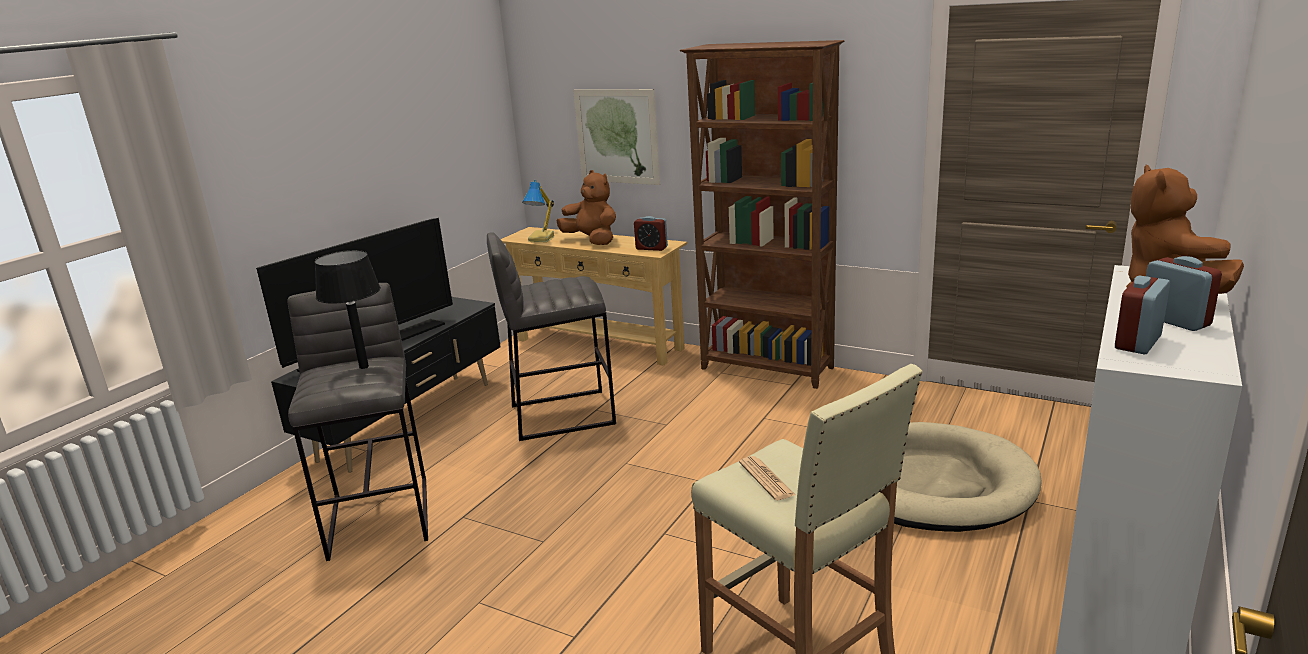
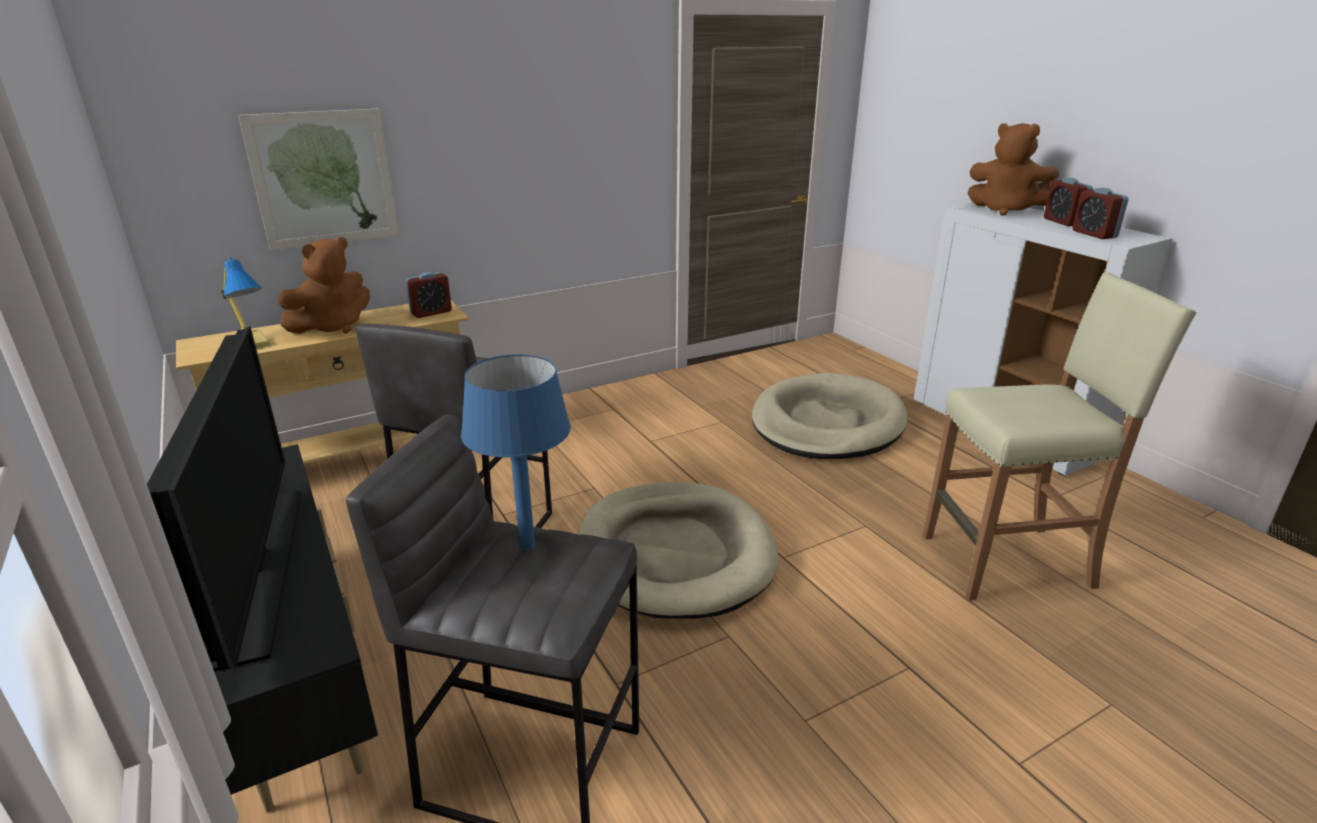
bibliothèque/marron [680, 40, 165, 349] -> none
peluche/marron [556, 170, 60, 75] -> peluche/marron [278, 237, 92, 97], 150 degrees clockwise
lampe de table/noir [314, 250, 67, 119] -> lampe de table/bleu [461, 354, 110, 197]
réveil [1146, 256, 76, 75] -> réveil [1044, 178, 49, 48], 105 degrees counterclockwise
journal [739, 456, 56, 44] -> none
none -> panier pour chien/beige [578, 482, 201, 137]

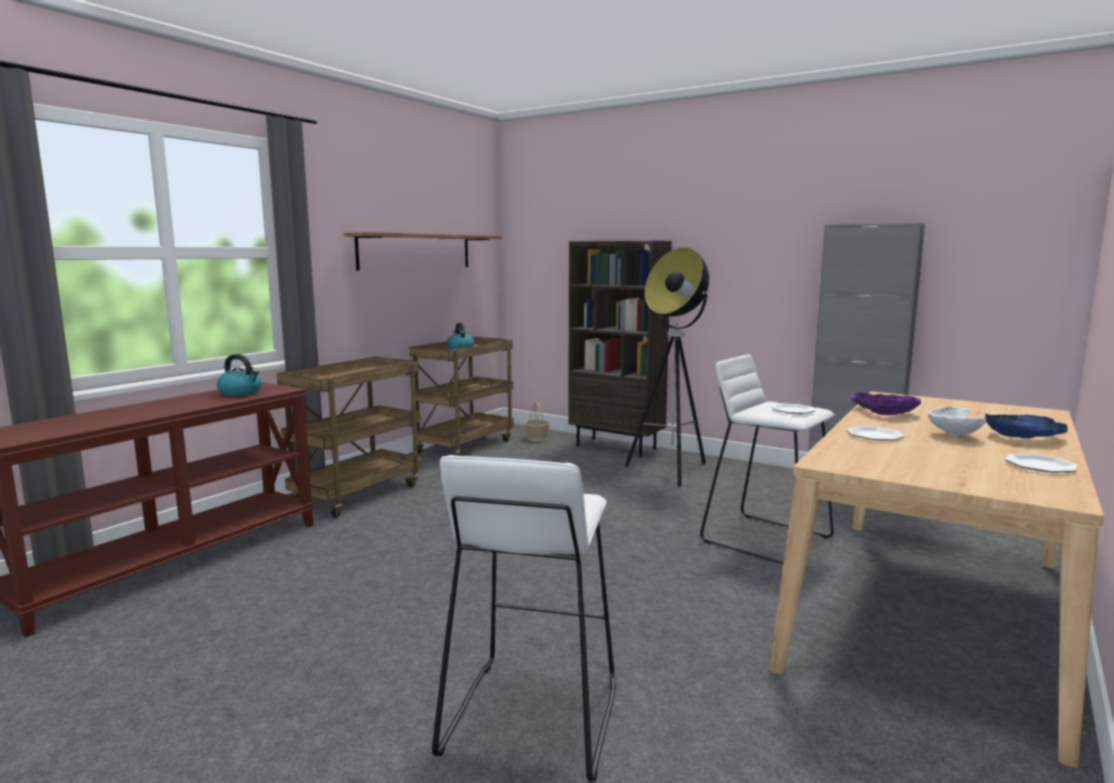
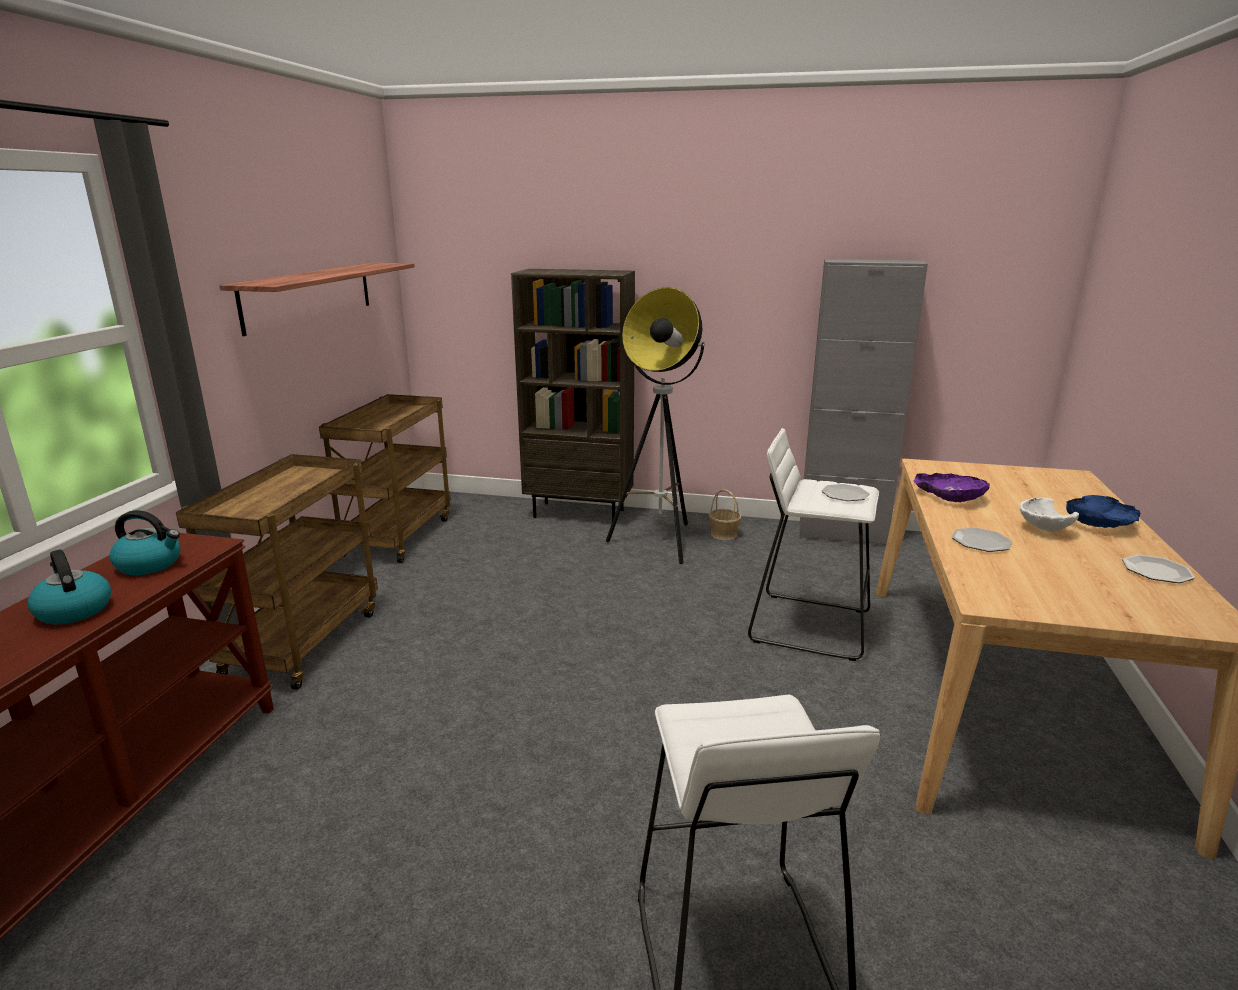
bouilloire [446, 323, 28, 27] -> bouilloire [28, 549, 83, 75], moved
panier [525, 402, 25, 39] -> panier [708, 489, 34, 51], moved

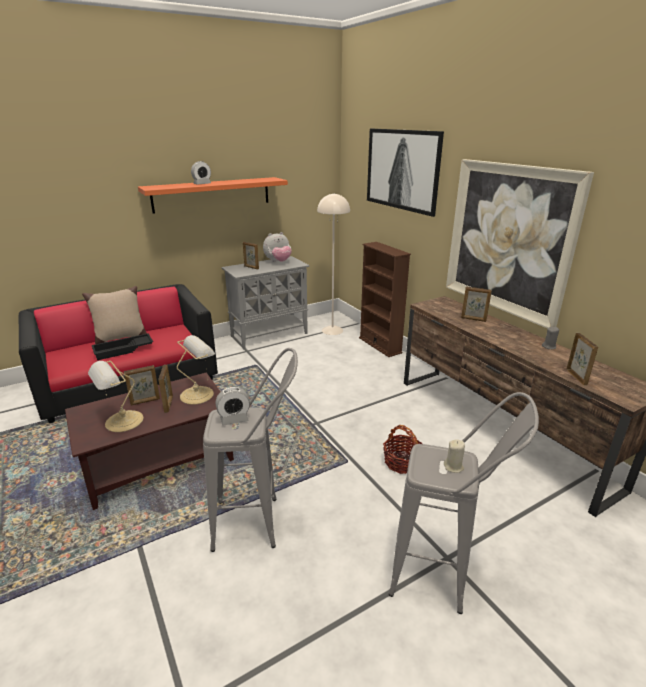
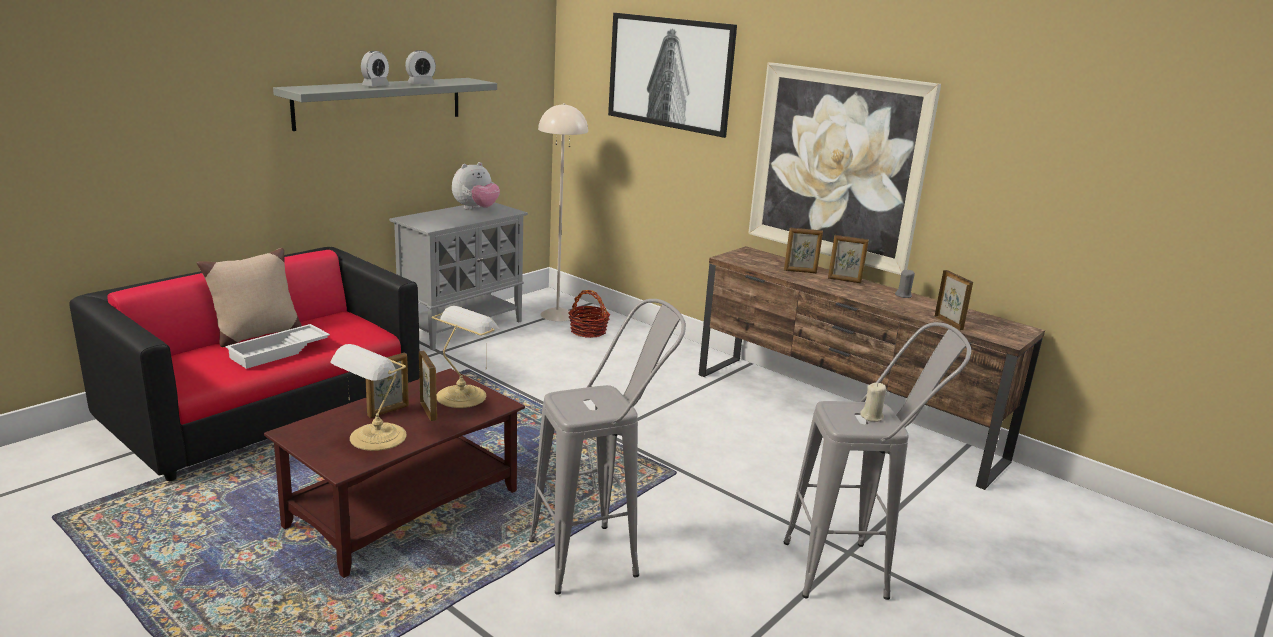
étagère/orange [138, 177, 150, 37] -> étagère/gris [273, 78, 224, 53]
cadre photo [243, 242, 16, 27] -> cadre photo [828, 235, 41, 48], moved
bibliothèque/marron [359, 242, 52, 115] -> none
plateau/noir [92, 334, 61, 26] -> plateau/blanc [225, 324, 105, 45]
réveil [216, 387, 34, 39] -> réveil [405, 50, 31, 34], moved
panier [383, 425, 40, 49] -> panier [568, 290, 42, 48], moved

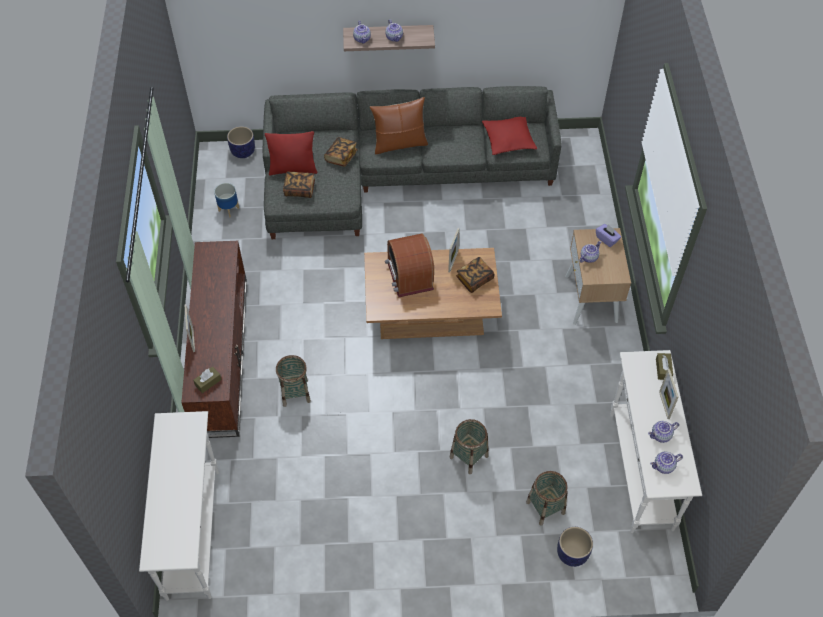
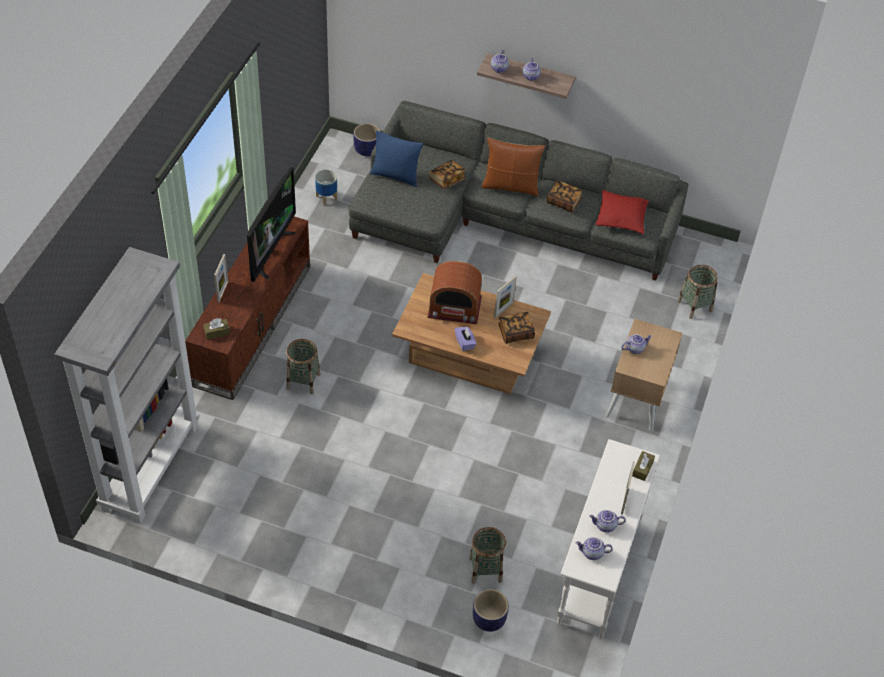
coussin/rouge [265, 131, 52, 44] -> coussin/bleu [370, 131, 53, 56]
livre [283, 171, 32, 27] -> livre [547, 180, 36, 33], moved
boîte à mouchoirs/violet [596, 224, 25, 23] -> boîte à mouchoirs/violet [455, 327, 22, 24], moved
radio [385, 233, 49, 64] -> radio [428, 261, 54, 63], 90 degrees counterclockwise
table console/blanc [139, 411, 80, 190] -> bibliothèque/gris [54, 247, 146, 277]
panier [449, 419, 40, 55] -> panier [677, 265, 41, 54], moved
none -> téléviseur [247, 167, 49, 115]

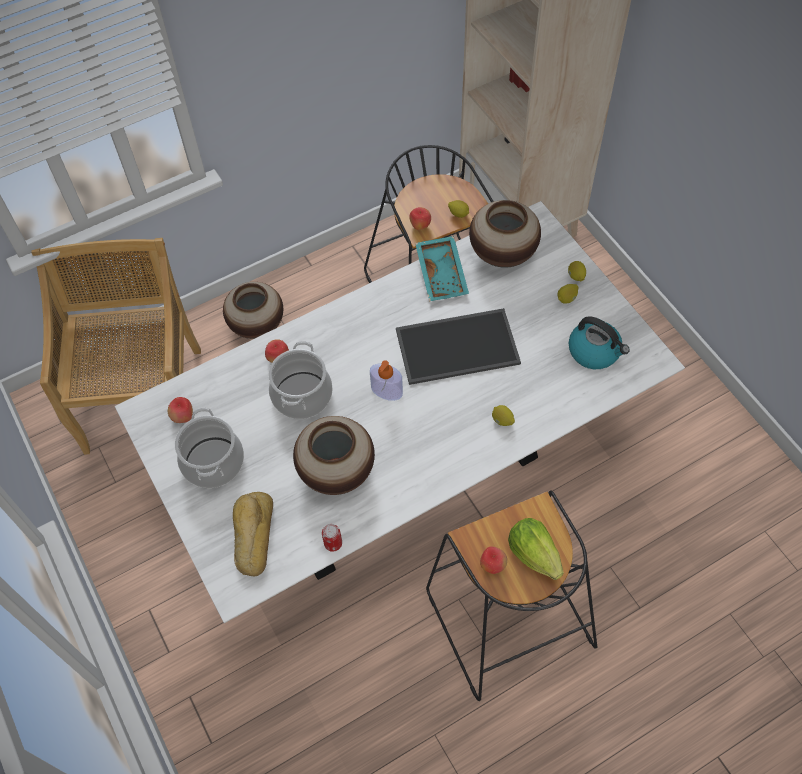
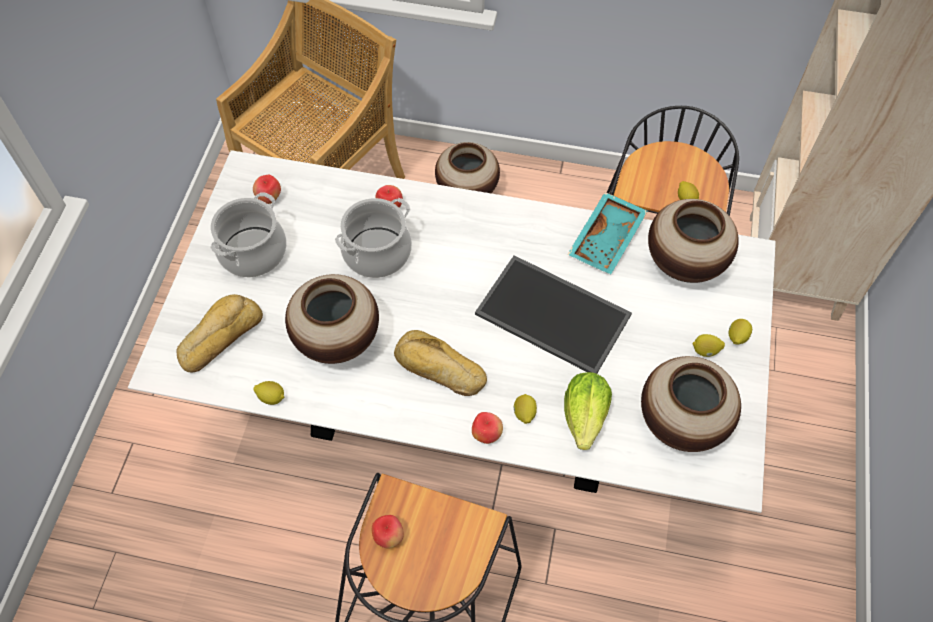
pomme [409, 207, 22, 23] -> pomme [472, 412, 31, 32], moved
bouilloire [569, 316, 61, 53] -> vase [641, 356, 100, 96]
distributeur de savon [370, 360, 33, 41] -> none
laitue [508, 518, 56, 62] -> laitue [564, 372, 48, 78], moved
boîte métallique [322, 524, 20, 28] -> citron [253, 381, 31, 24]
none -> pain [394, 330, 93, 66]

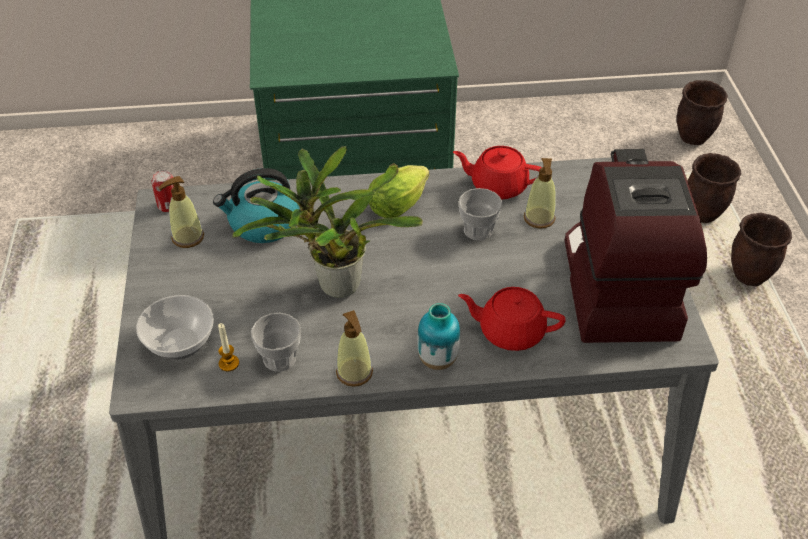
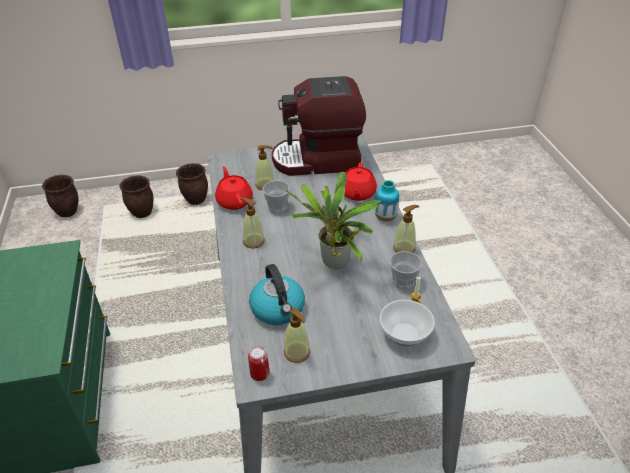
théière/rouge [453, 146, 89, 54] -> théière/rouge [215, 166, 38, 44], 150 degrees clockwise
laitue [369, 165, 60, 53] -> distributeur de savon [241, 198, 24, 50]

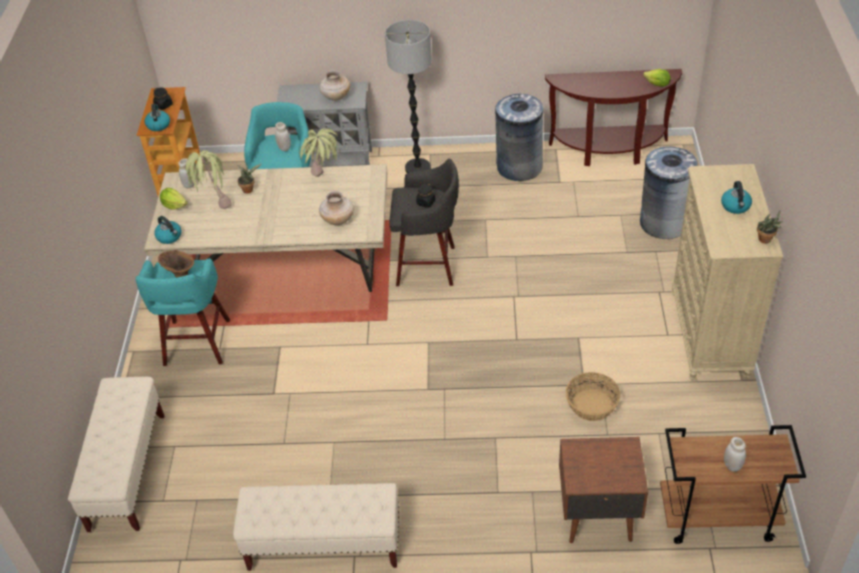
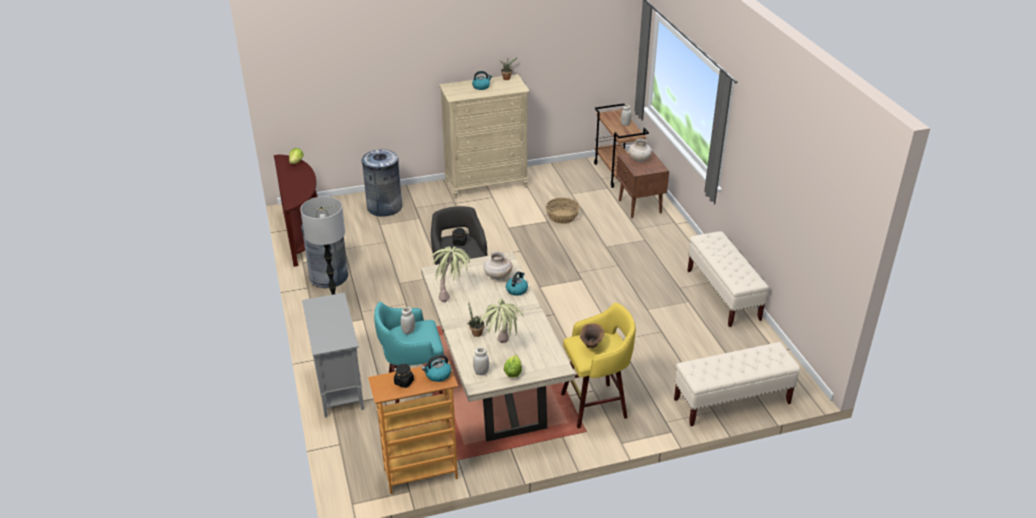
vase/beige [319, 70, 31, 31] -> vase/beige [628, 138, 24, 24], moved
bouilloire [154, 216, 27, 28] -> bouilloire [506, 271, 22, 25], moved
tabouret/turquoise [135, 258, 95, 108] -> tabouret/jaune [561, 303, 75, 125]

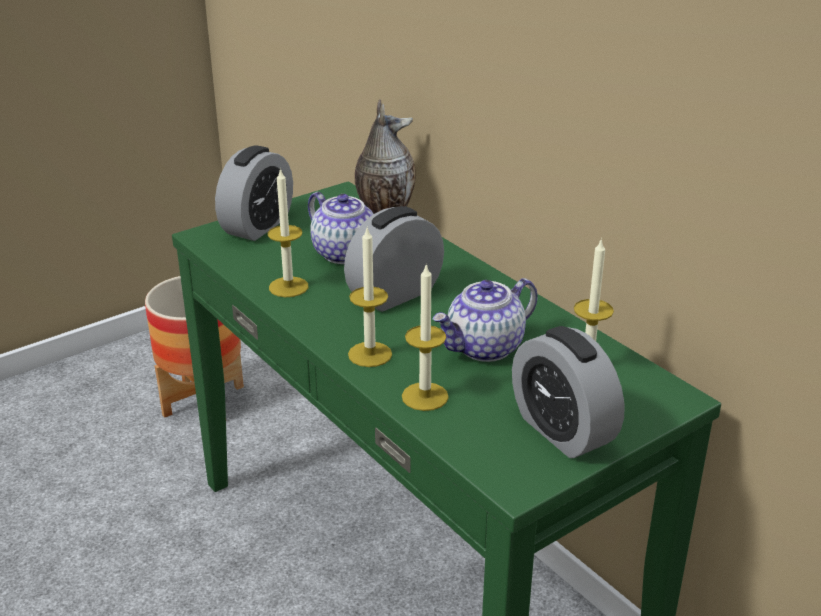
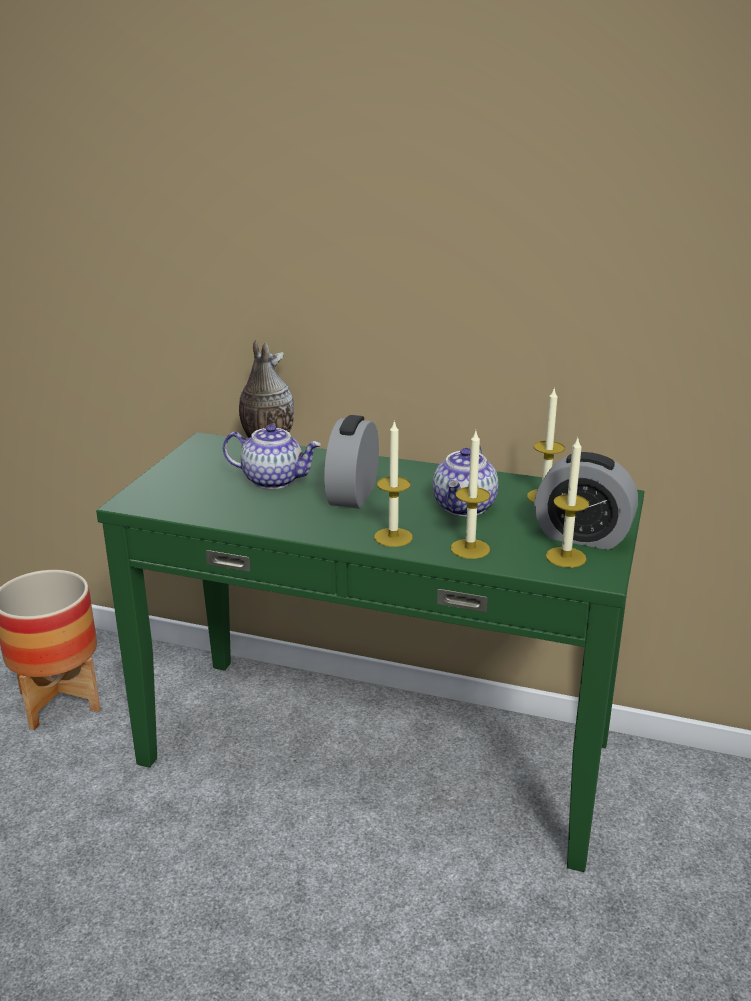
réveil [215, 145, 78, 96] -> none
bougie [268, 168, 40, 129] -> bougie [546, 438, 43, 130], moved

